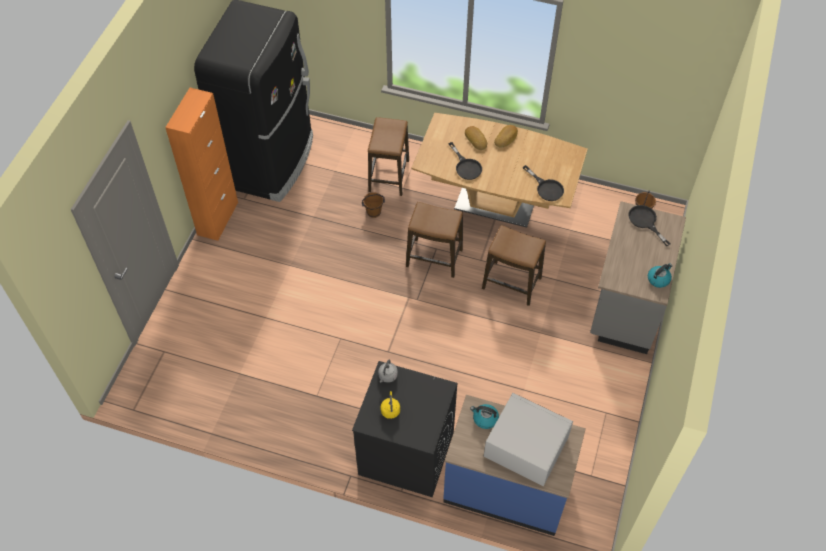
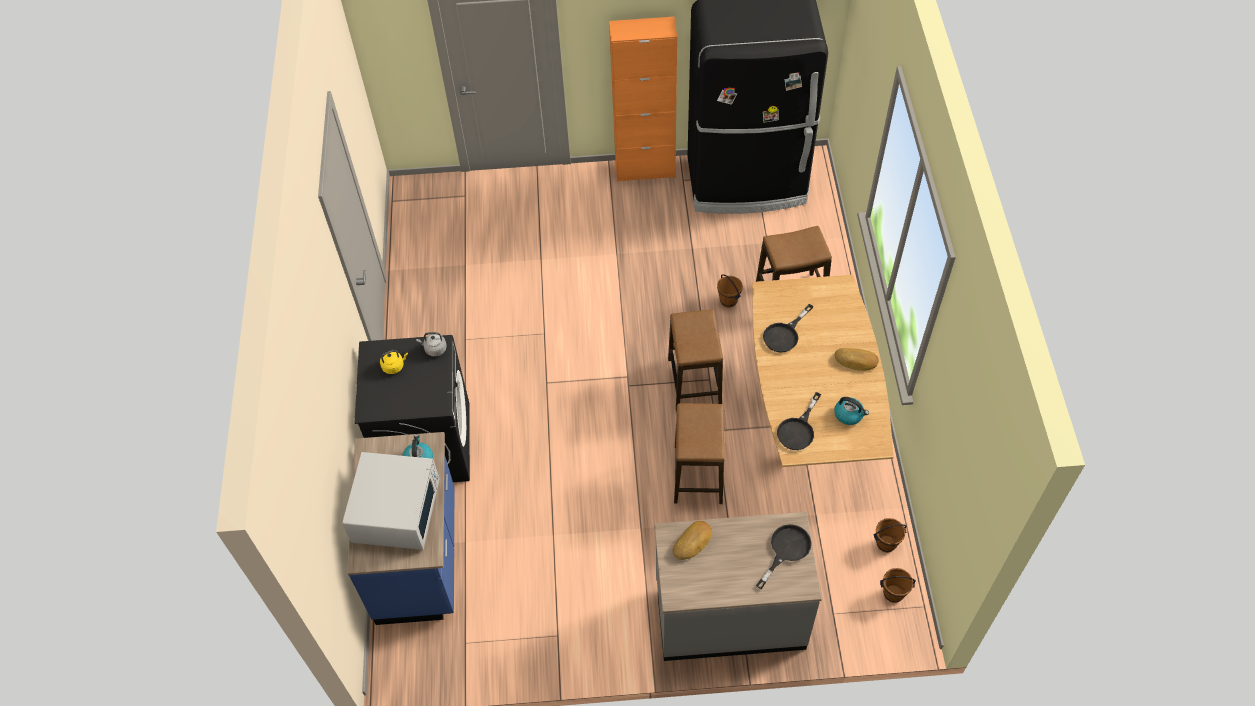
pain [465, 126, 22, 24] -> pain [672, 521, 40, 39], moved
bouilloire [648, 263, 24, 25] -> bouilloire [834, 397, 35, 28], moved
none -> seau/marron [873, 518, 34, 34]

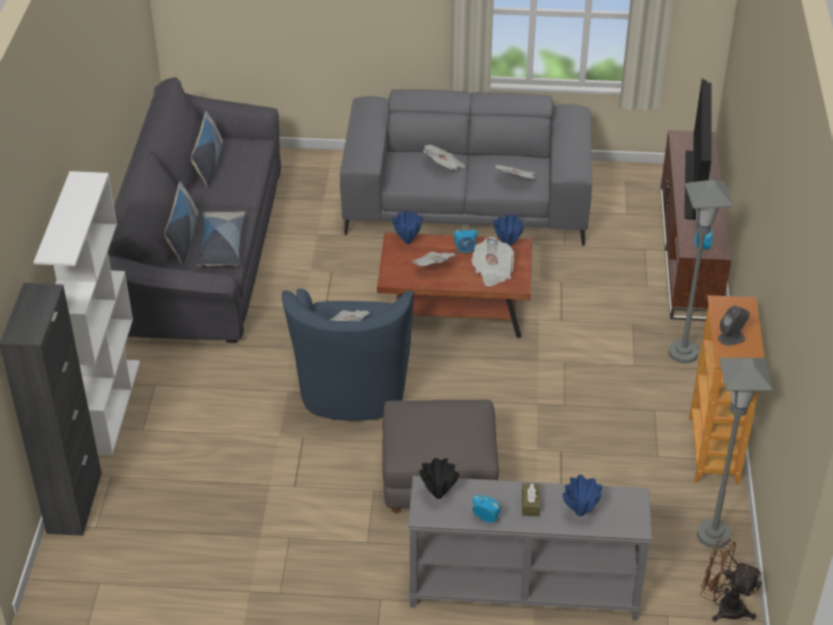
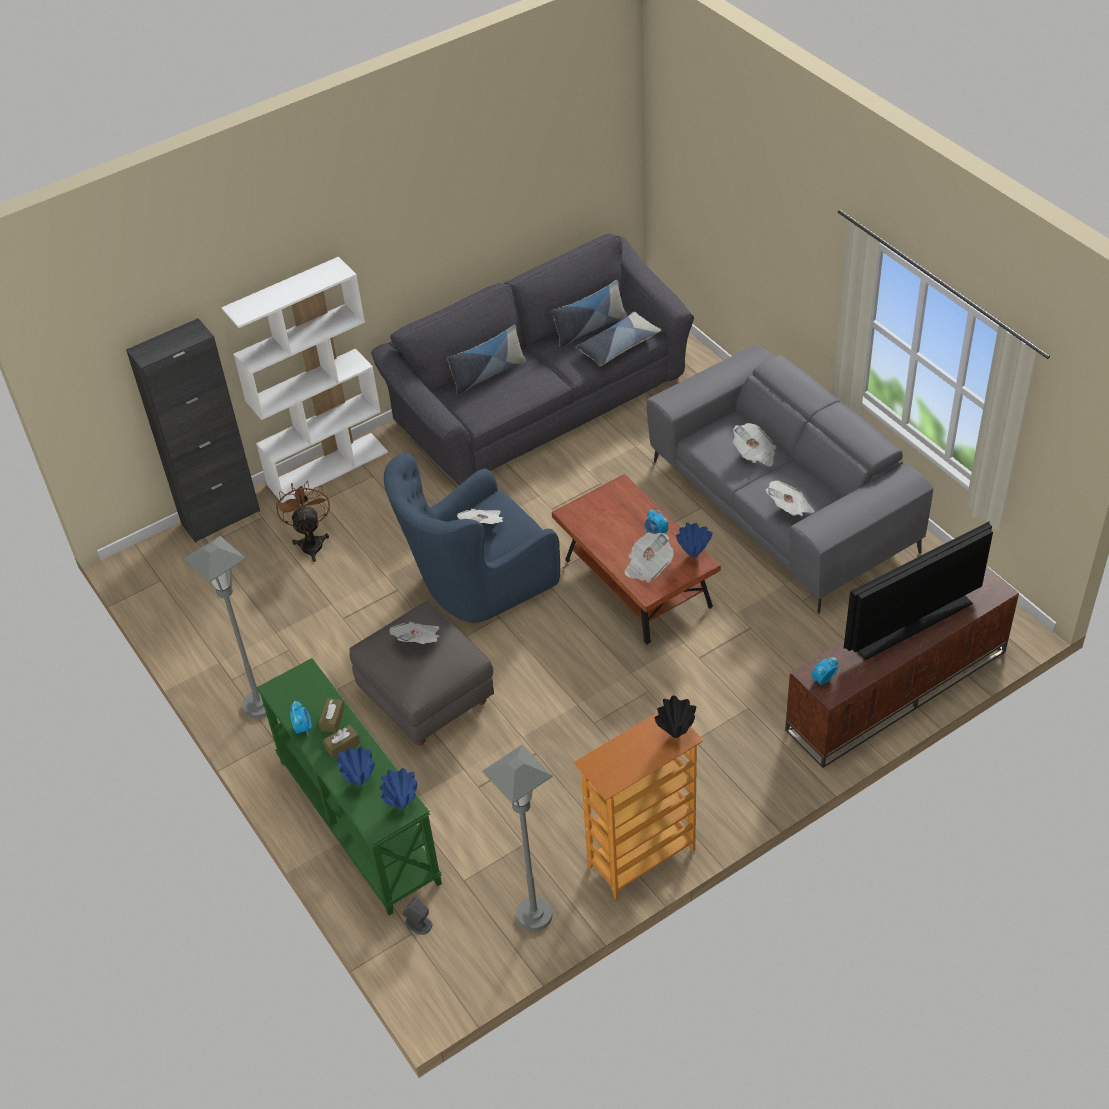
lampadaire/gris [669, 180, 64, 183] -> lampadaire/gris [184, 536, 83, 183], moved
vase/bleu [392, 210, 31, 34] -> vase/bleu [379, 768, 38, 41], moved
coussin [196, 211, 49, 55] -> coussin [575, 312, 87, 54], moved
journal [412, 252, 43, 14] -> journal [389, 622, 51, 22], moved
enceinte/gris [718, 306, 32, 39] -> enceinte/gris [402, 896, 31, 39], moved
vase/noir [419, 458, 40, 41] -> vase/noir [655, 695, 41, 43], moved
table console/gris [408, 476, 244, 144] -> table console/vert [257, 658, 185, 257]
ventilateur/marron [700, 538, 62, 84] -> ventilateur/marron [276, 481, 54, 81], moved
none -> boîte à mouchoirs/marron [319, 698, 26, 35]

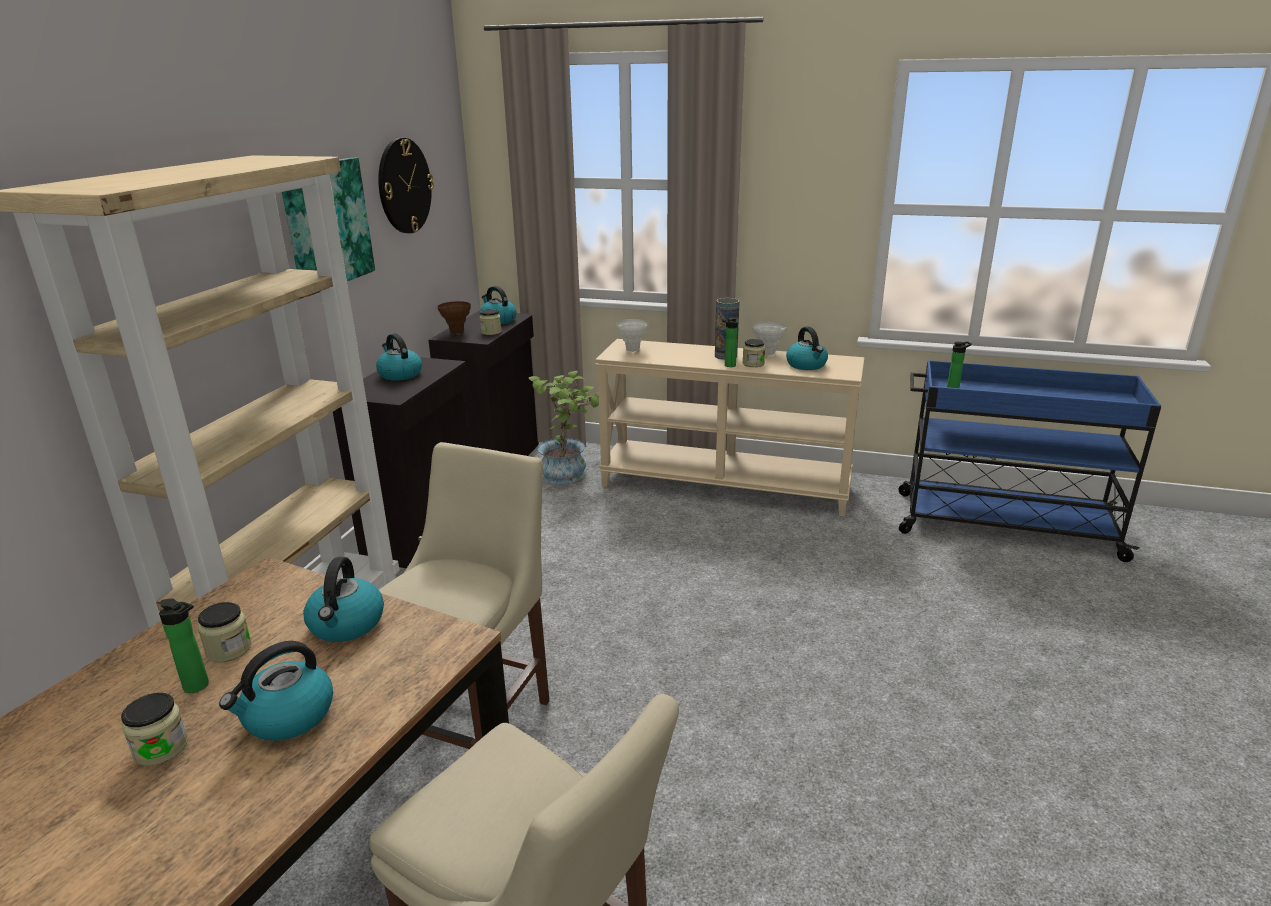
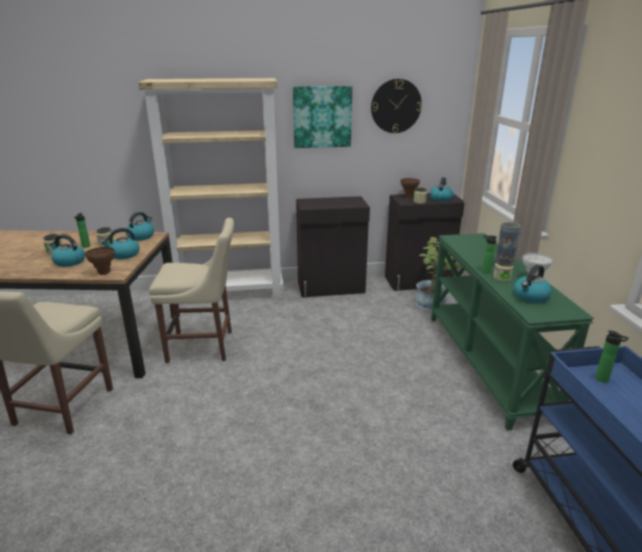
vase/blanc [616, 319, 33, 33] -> none
bouilloire [376, 333, 46, 48] -> bouilloire [126, 212, 28, 29], moved
table console/beige [595, 339, 270, 178] -> table console/vert [431, 233, 163, 198]
none -> vase/marron [85, 247, 30, 28]

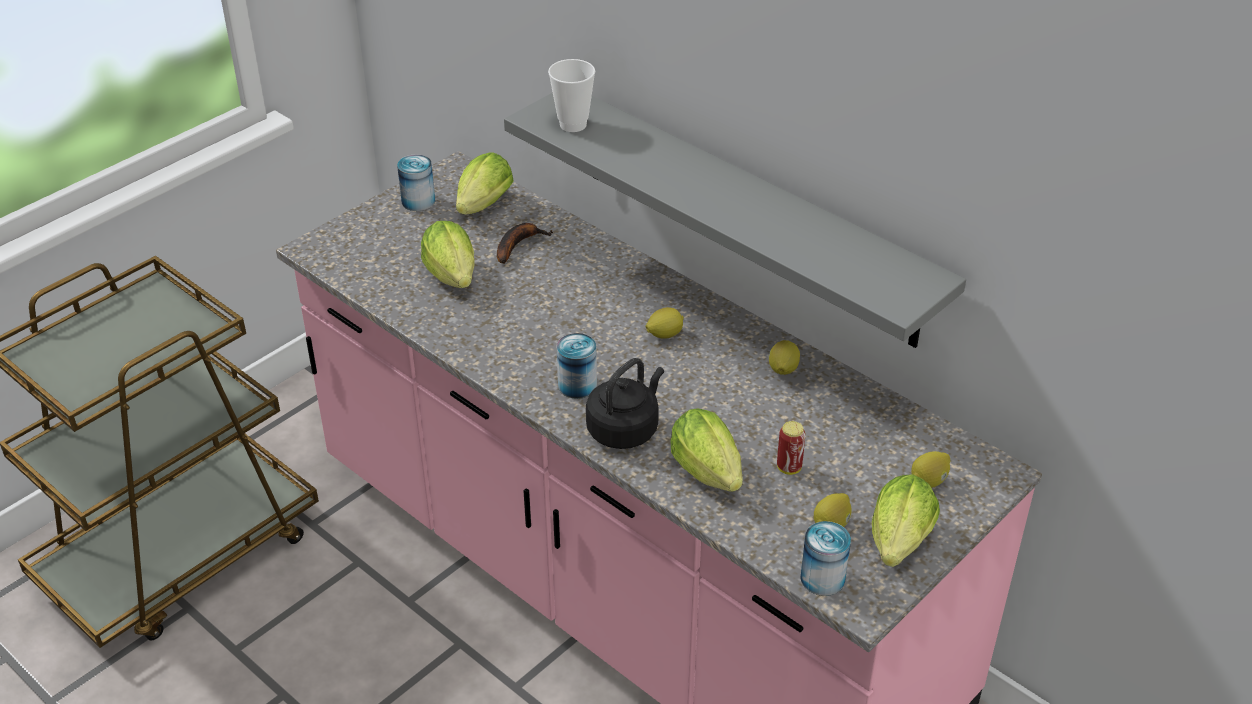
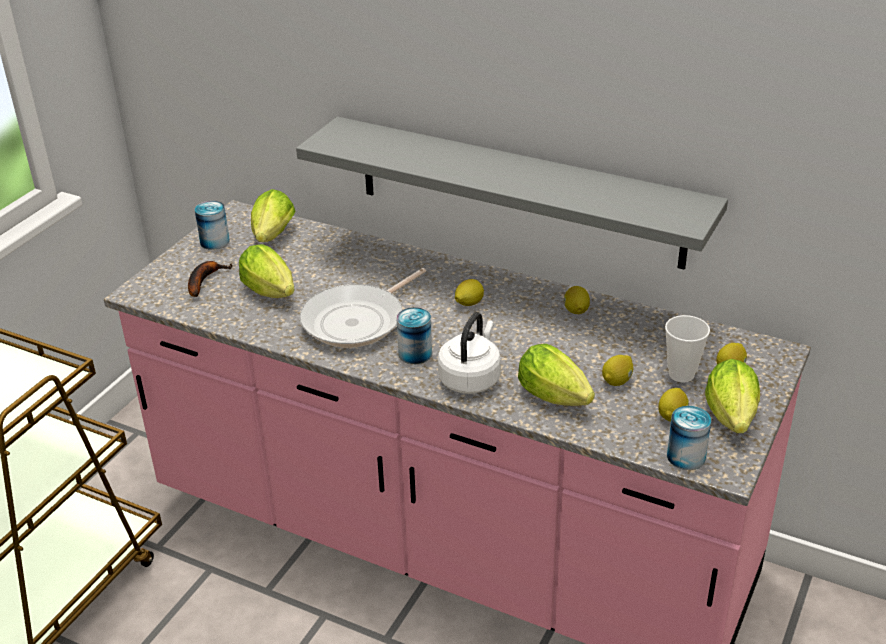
tasse [548, 59, 47, 73] -> tasse [665, 315, 45, 67], moved
banane [497, 223, 56, 41] -> banane [188, 261, 45, 36], moved
bouilloire/noir [586, 358, 78, 91] -> bouilloire/blanc [438, 312, 63, 82]
boîte métallique [777, 421, 29, 54] -> citron [602, 355, 31, 31]
none -> poêle [299, 268, 127, 80]

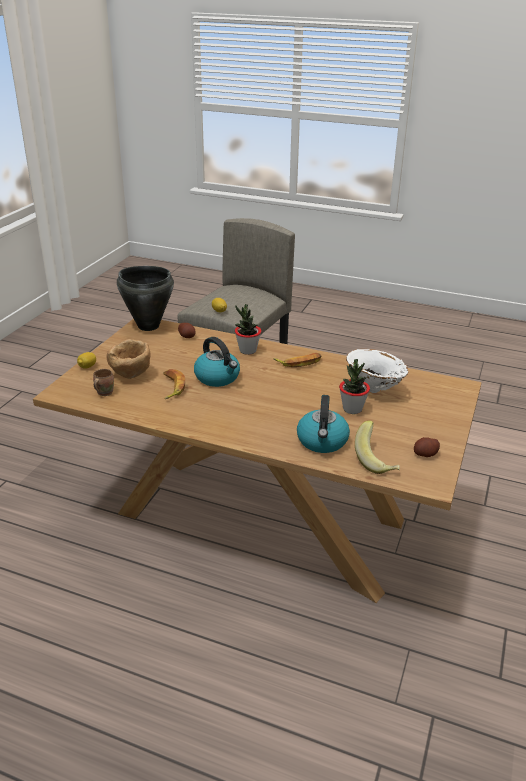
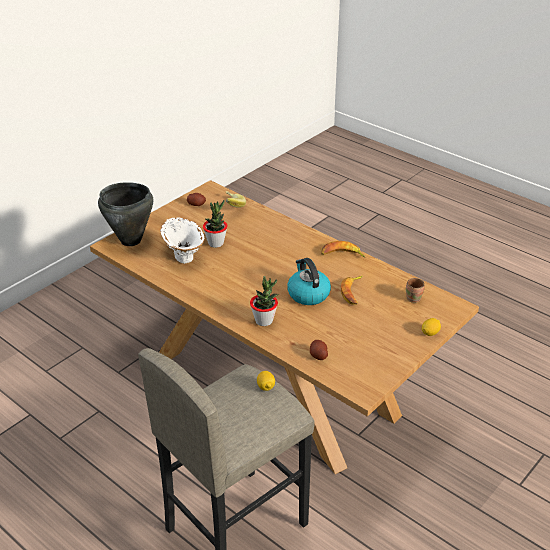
marmite/noir [117, 266, 57, 65] -> marmite/noir [98, 182, 55, 64], moved
bol/marron [106, 339, 45, 40] -> none
banane [273, 353, 48, 14] -> banane [321, 241, 44, 17], moved
bouilloire [297, 395, 53, 58] -> none

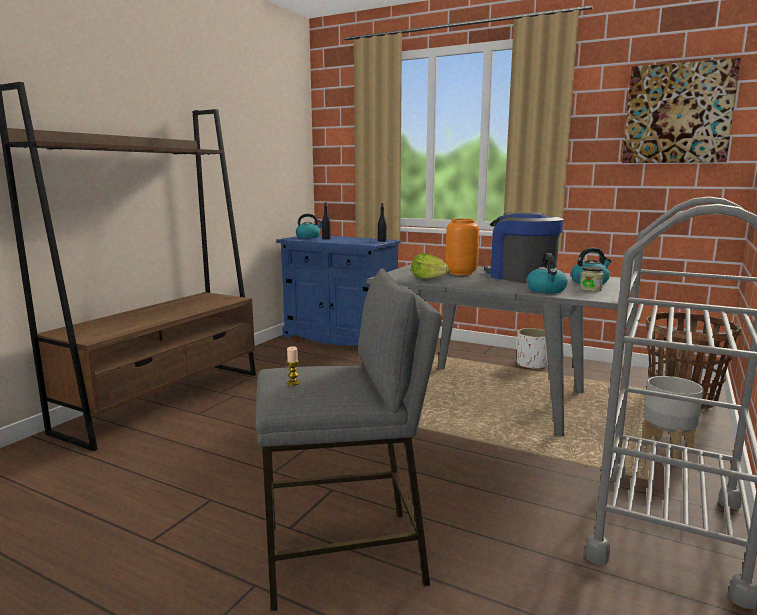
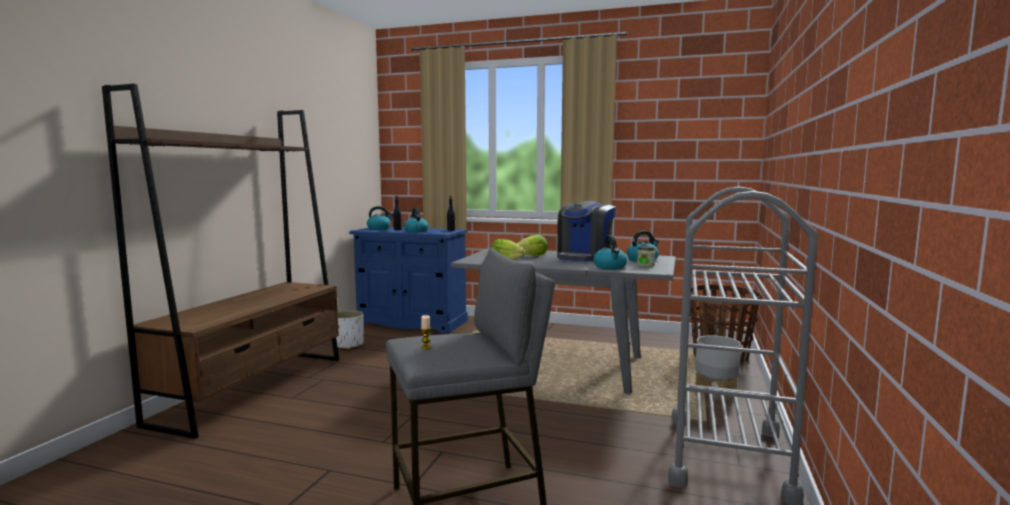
tableau [622, 58, 119, 105] -> none
machine à café [484, 212, 80, 71] -> machine à café [557, 201, 59, 61], 105 degrees counterclockwise
vase/orange [445, 218, 34, 57] -> laitue [517, 235, 31, 21]
cache-pot/blanc [517, 328, 31, 42] -> cache-pot/blanc [336, 310, 28, 39], moved
none -> bouilloire [404, 208, 25, 25]

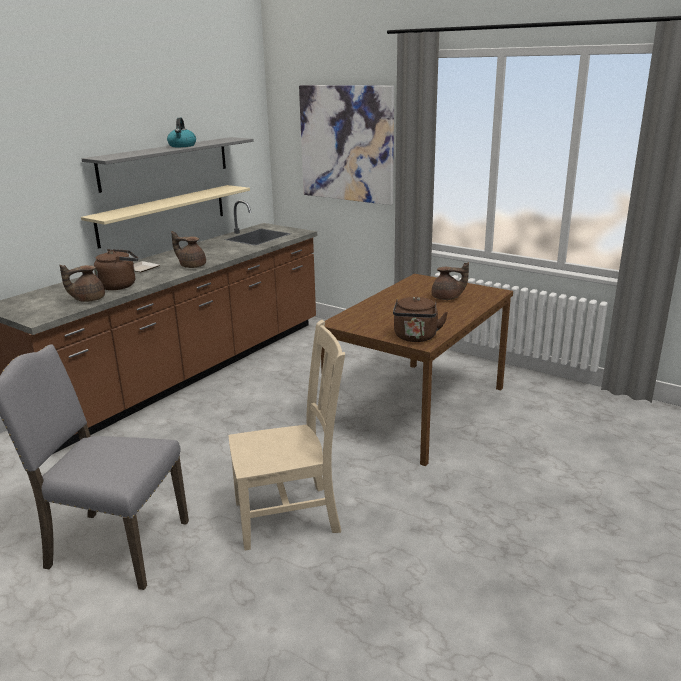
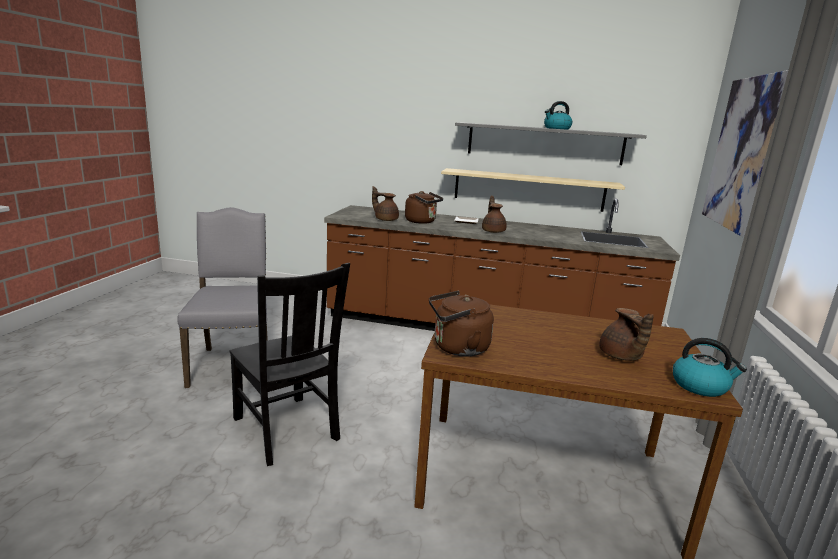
chaise/beige [228, 320, 117, 231] -> chaise/noir [229, 263, 121, 203]
none -> bouilloire [673, 338, 74, 59]

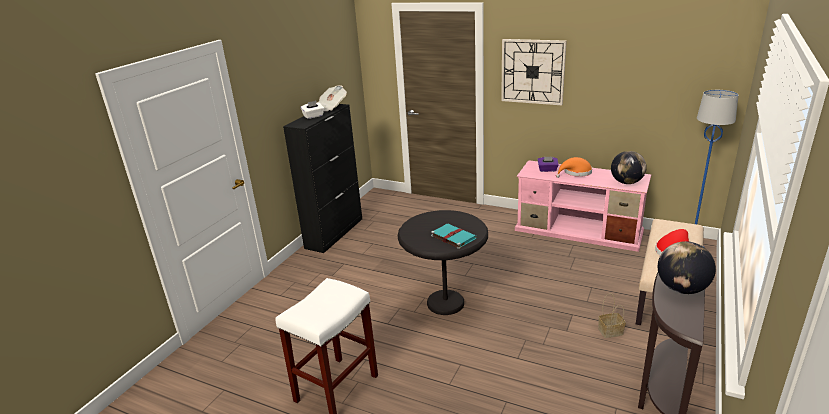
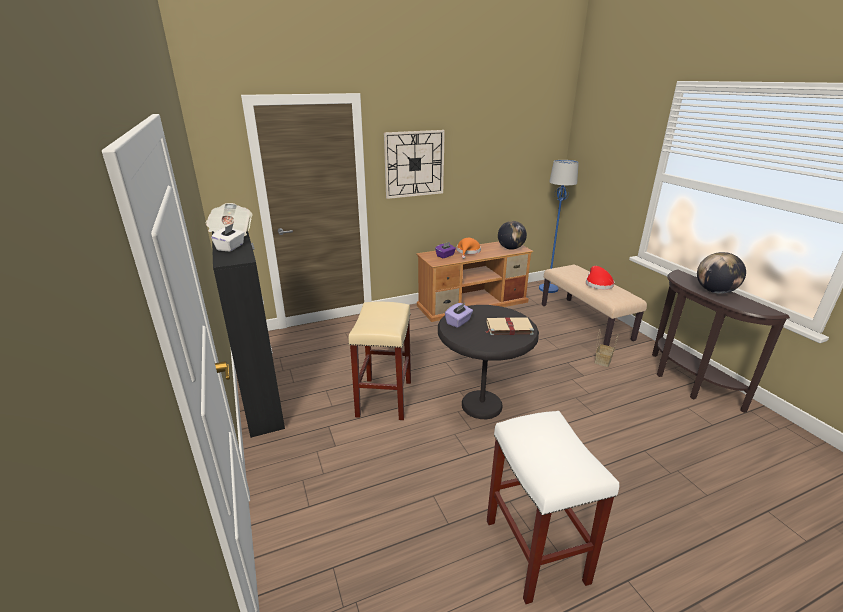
meuble télé/rose [515, 160, 136, 92] -> meuble télé/marron [416, 241, 117, 81]
livre/turquoise [431, 224, 46, 25] -> livre/beige [486, 317, 48, 18]
none -> tabouret/beige [348, 301, 63, 119]
none -> boîte à mouchoirs/violet [445, 302, 28, 26]

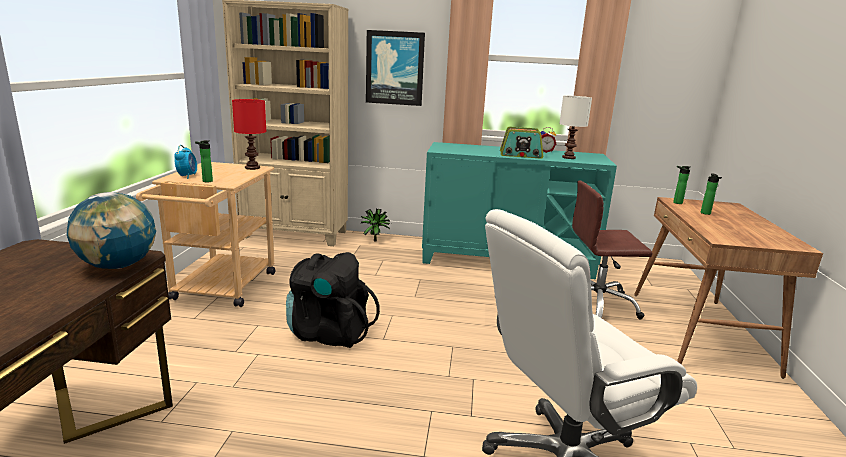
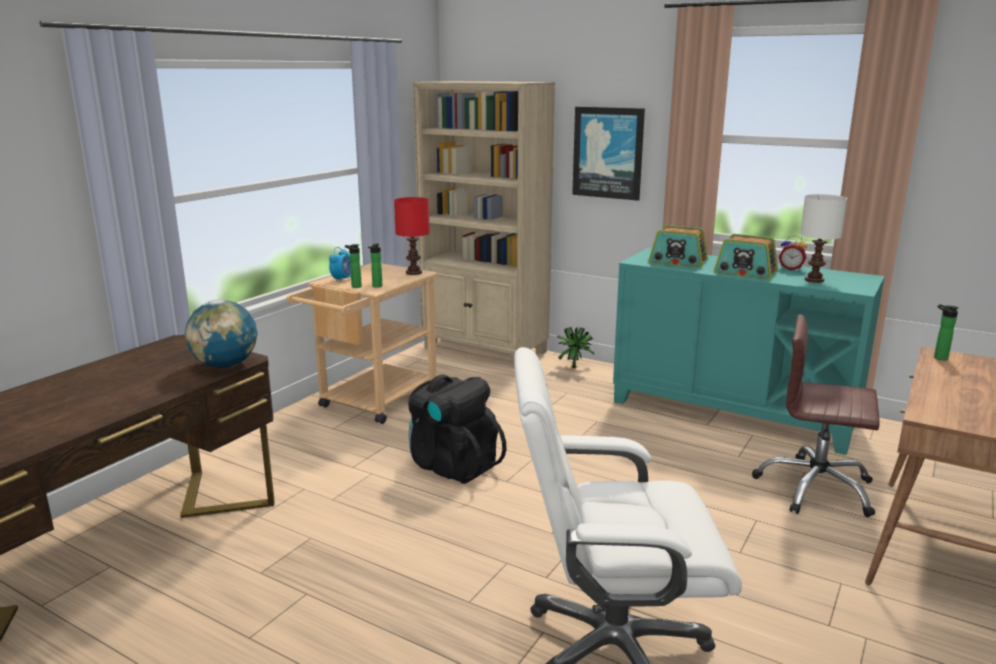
bouteille [701, 173, 21, 42] -> bouteille [368, 243, 14, 45], moved
none -> radio [649, 225, 59, 42]

